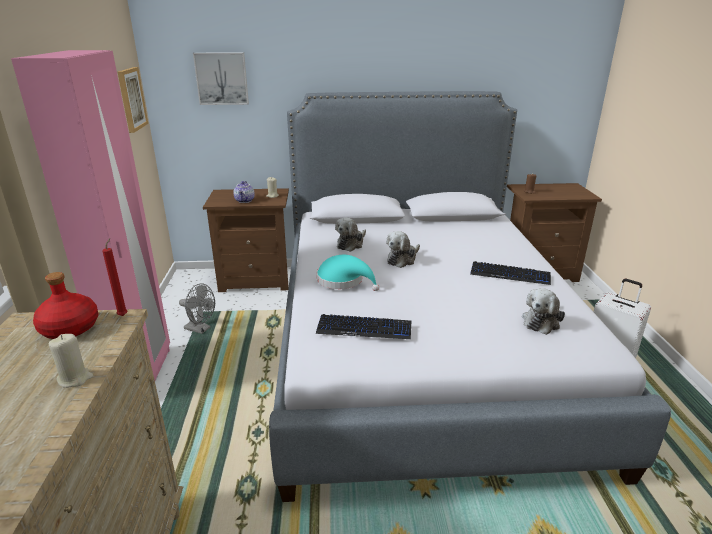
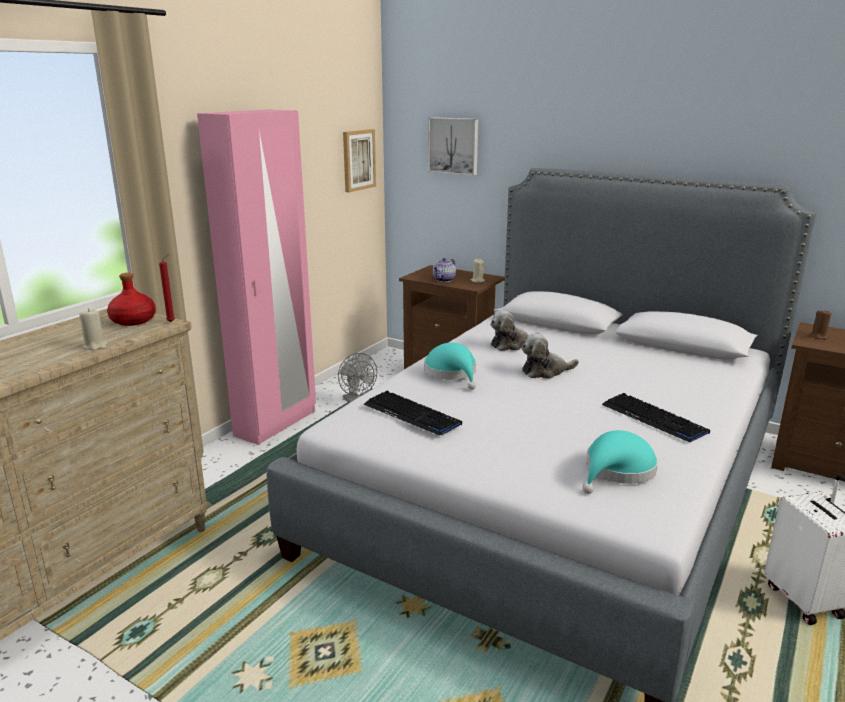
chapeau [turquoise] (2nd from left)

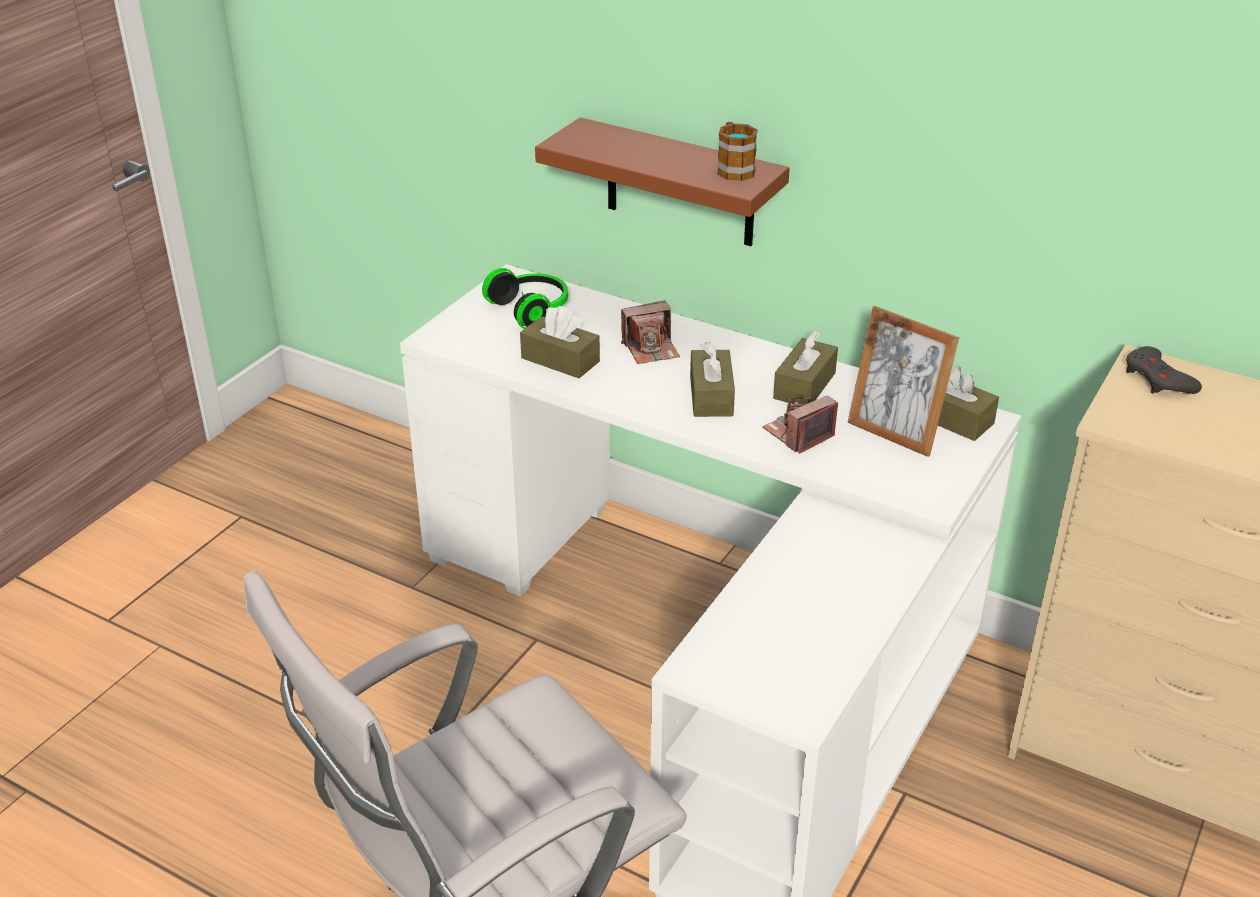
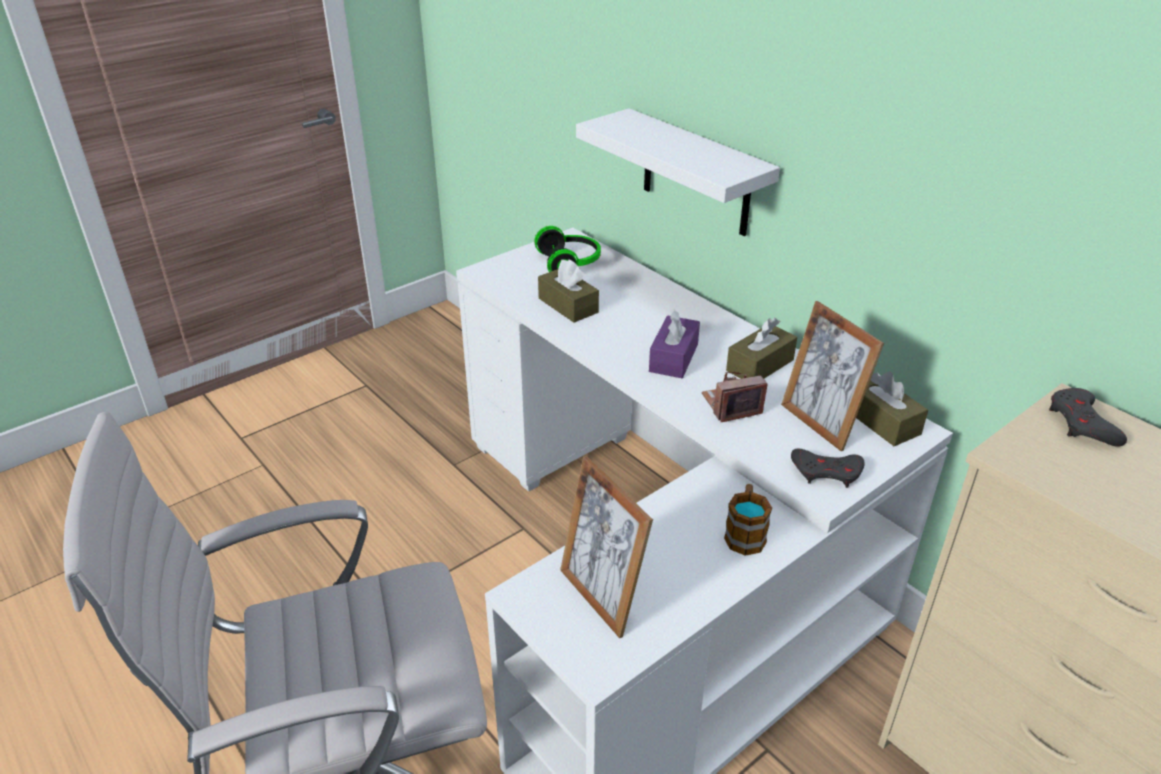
étagère [blanc]
mug
appareil photo (1st from left in the first image)
boîte à mouchoirs [violet]
manette [gris] (1st from left)
cadre photo (1st from left)

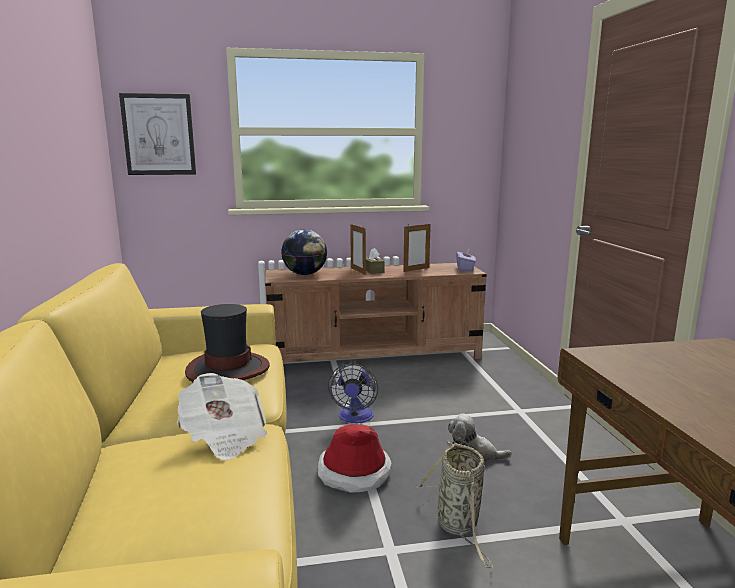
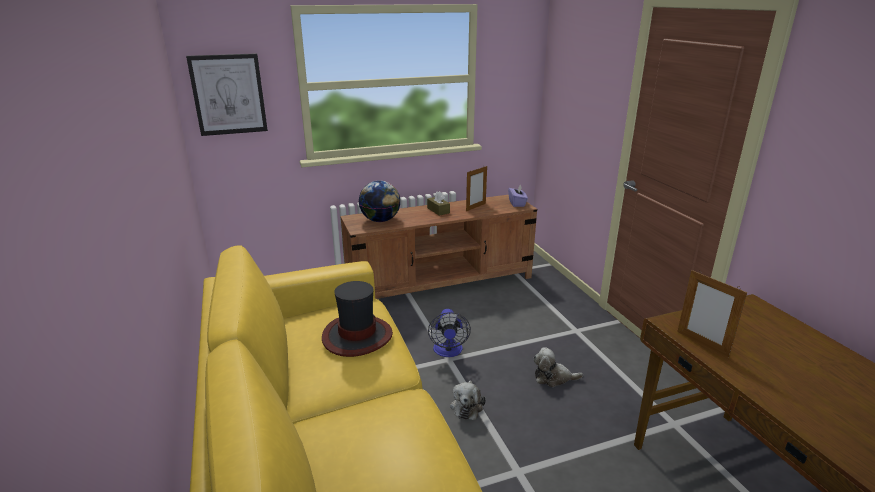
cadre photo (2nd from left)
journal
peluche (1st from left)
panier

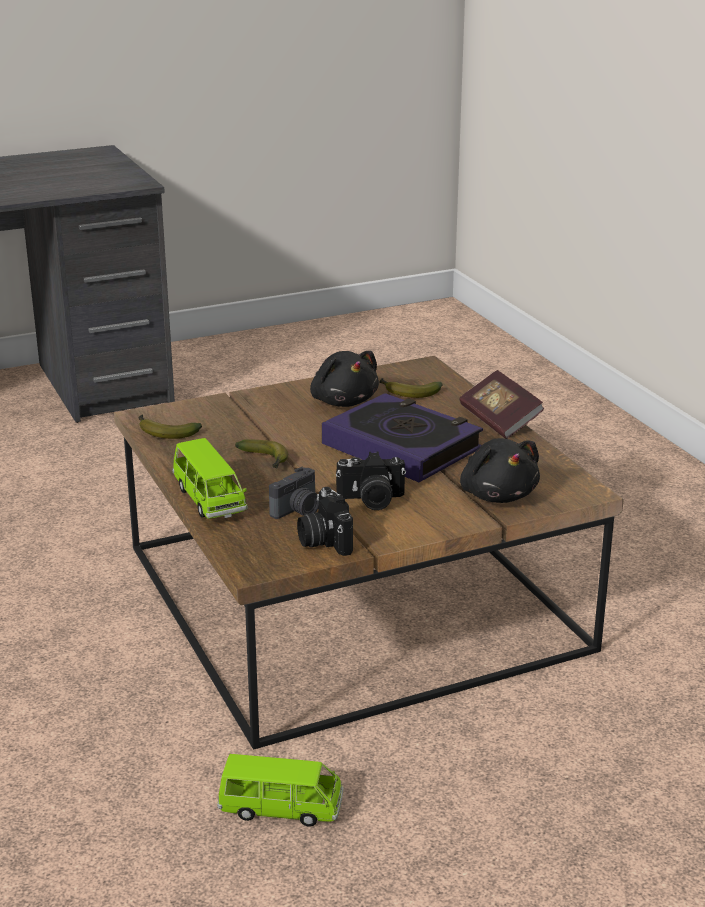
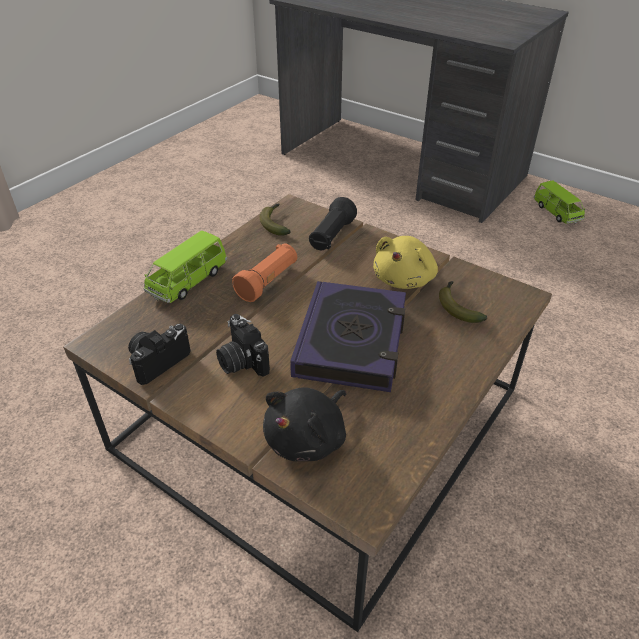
peluche [jaune]
livre (2nd from left in the first image)
lampe de poche [orange]
appareil photo (1st from left in the first image)
petite voiture [vert] (2nd from left)
lampe de poche [noir]

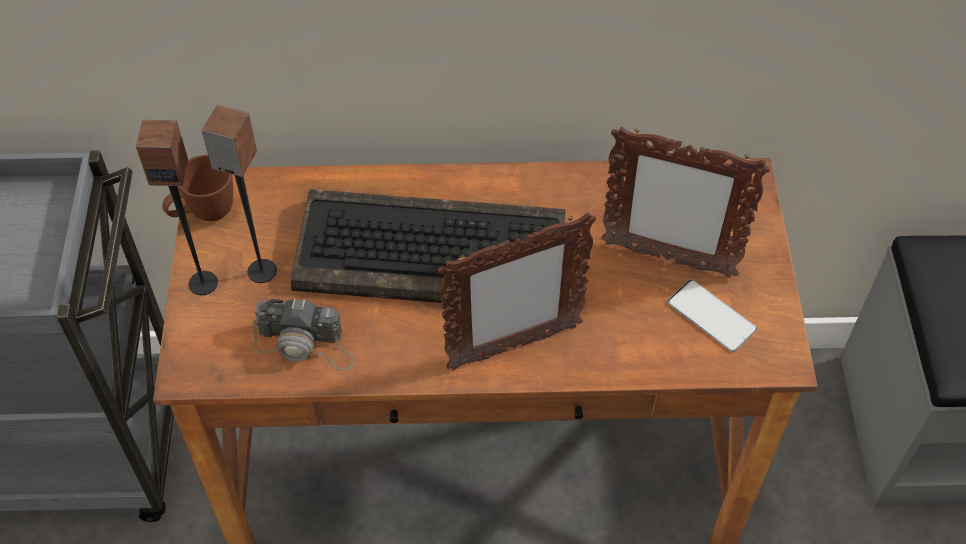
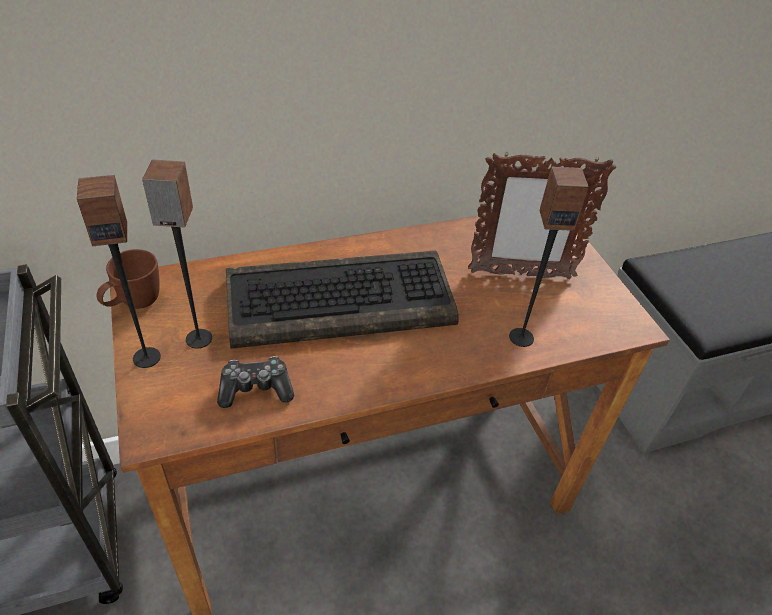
cadre photo (1st from left in the first image)
téléphone
manette
enceinte (3rd from left)

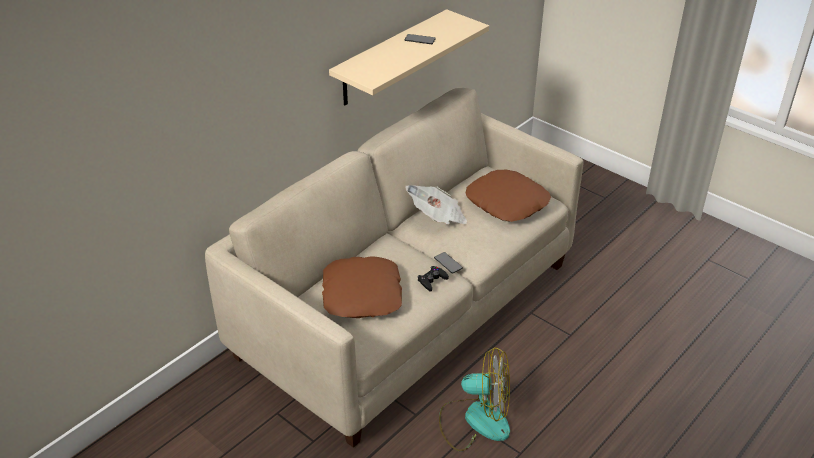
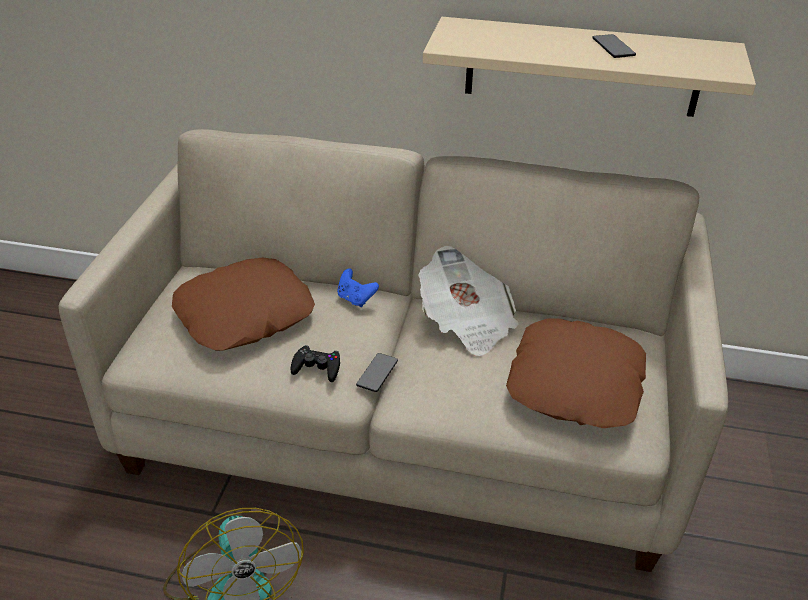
manette [bleu]

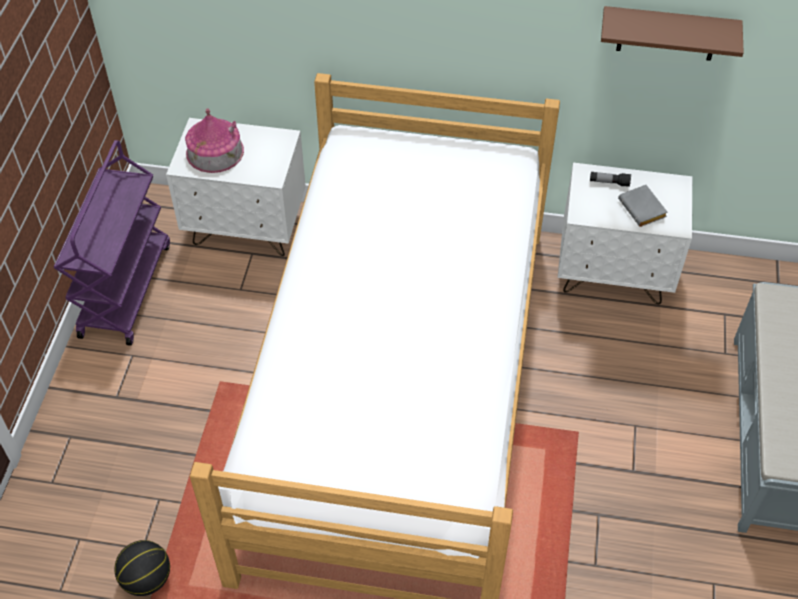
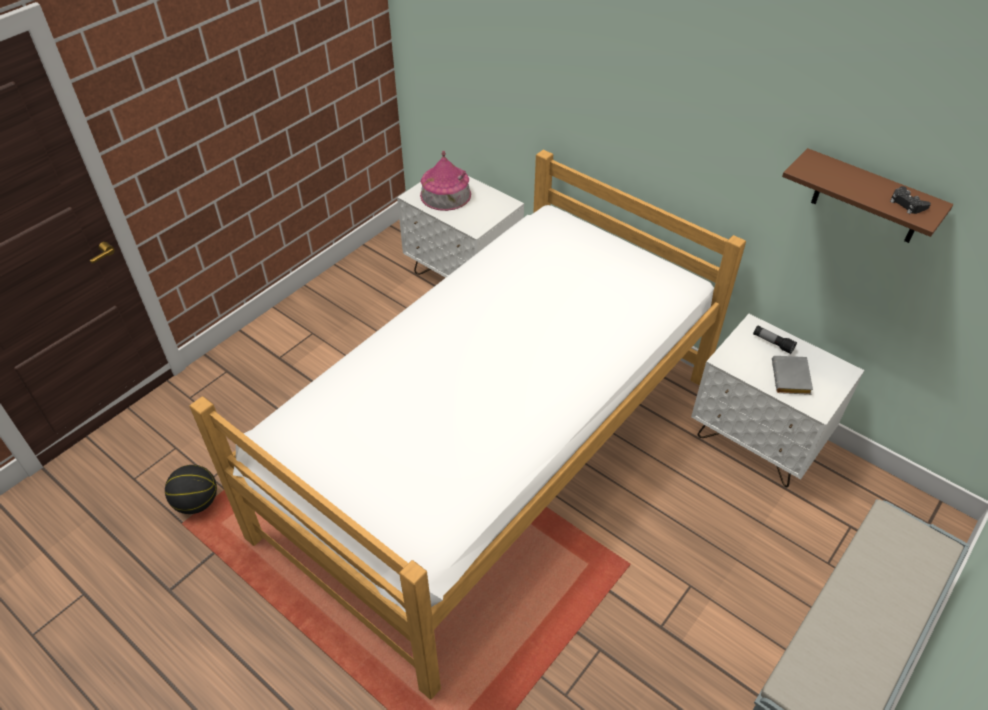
chariot [violet]
manette [noir]

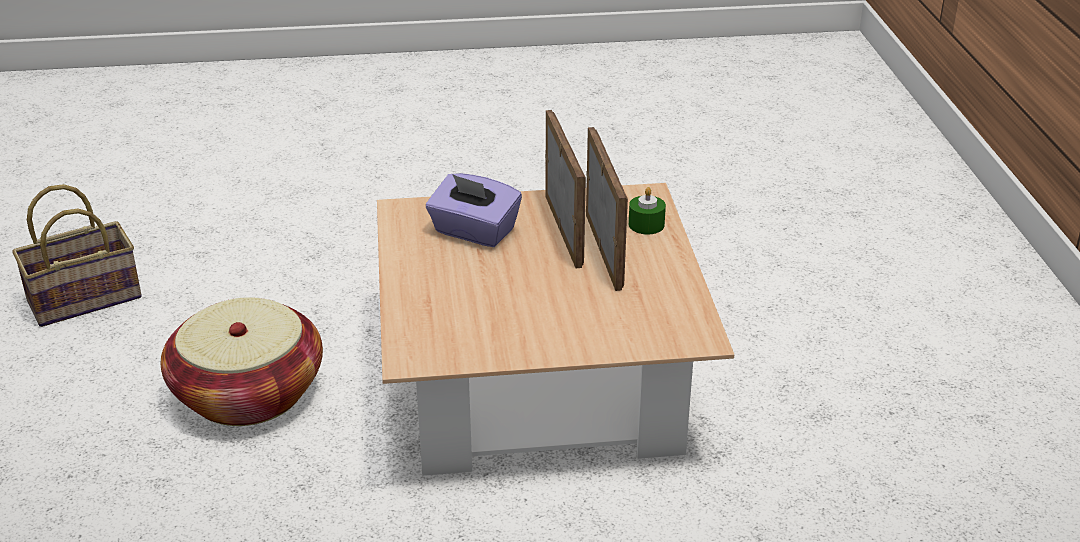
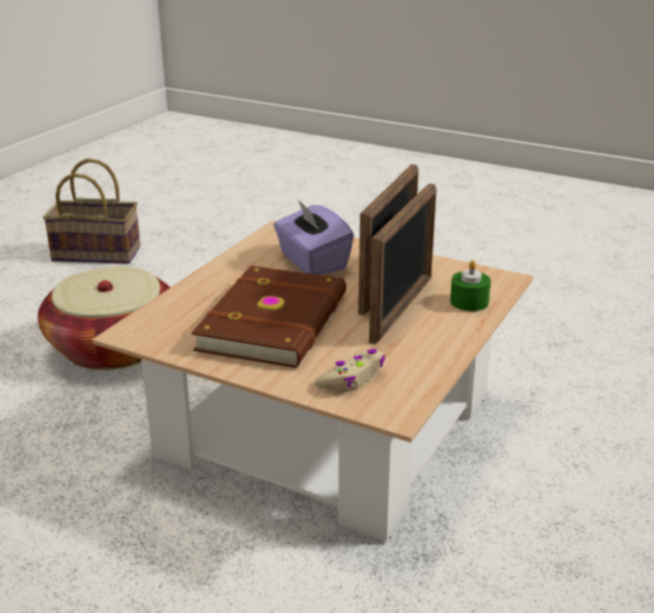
livre [marron]
manette [beige]

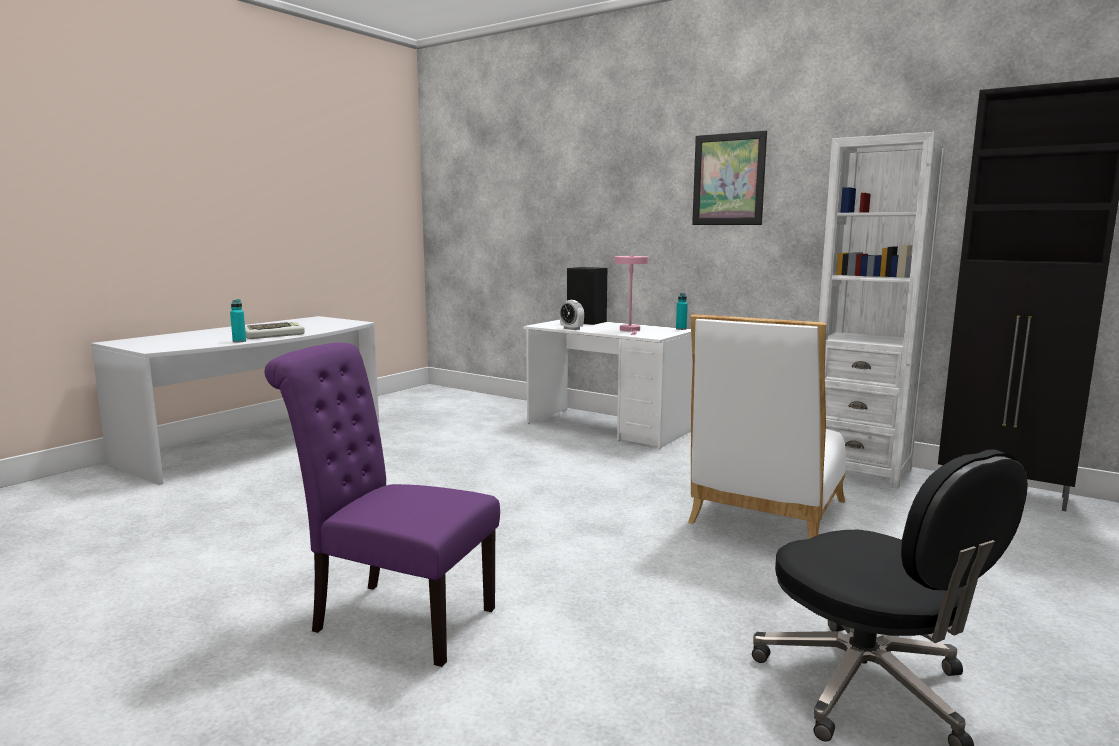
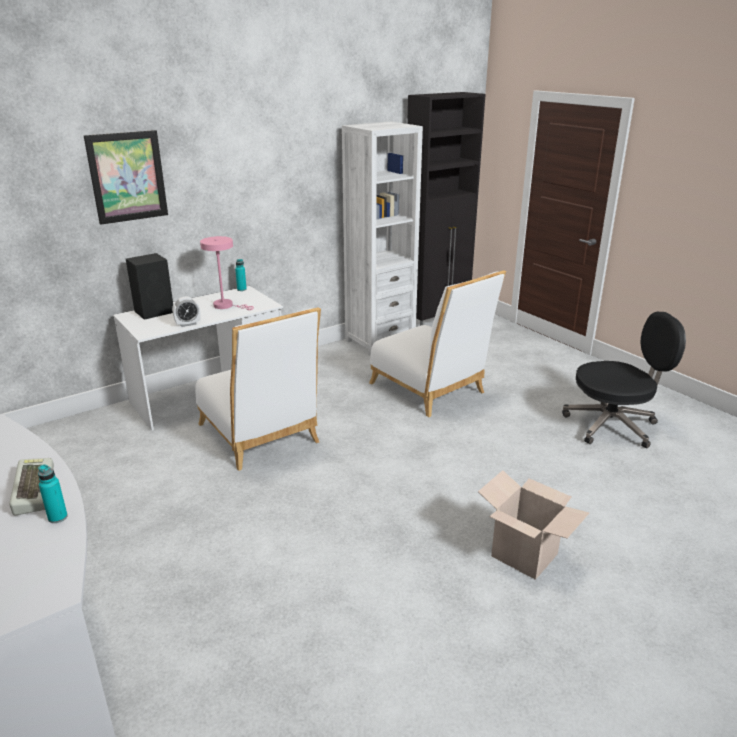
tableau
carton
chaise [blanc] (1st from left)

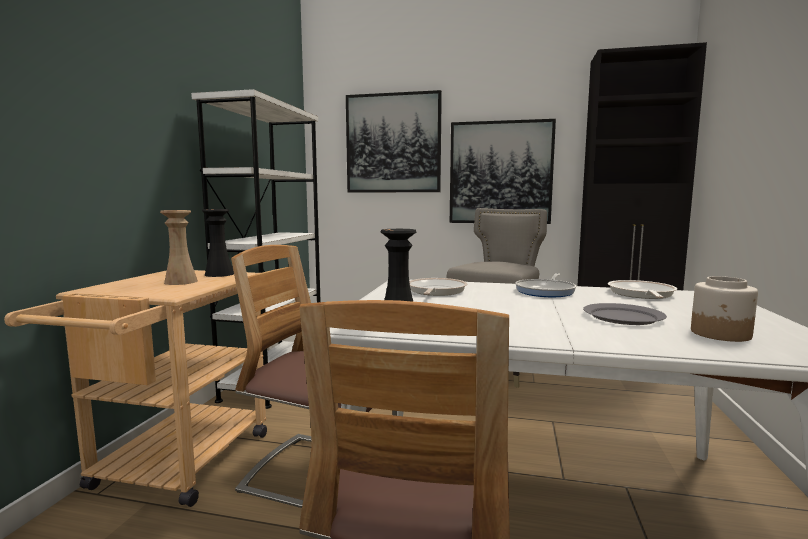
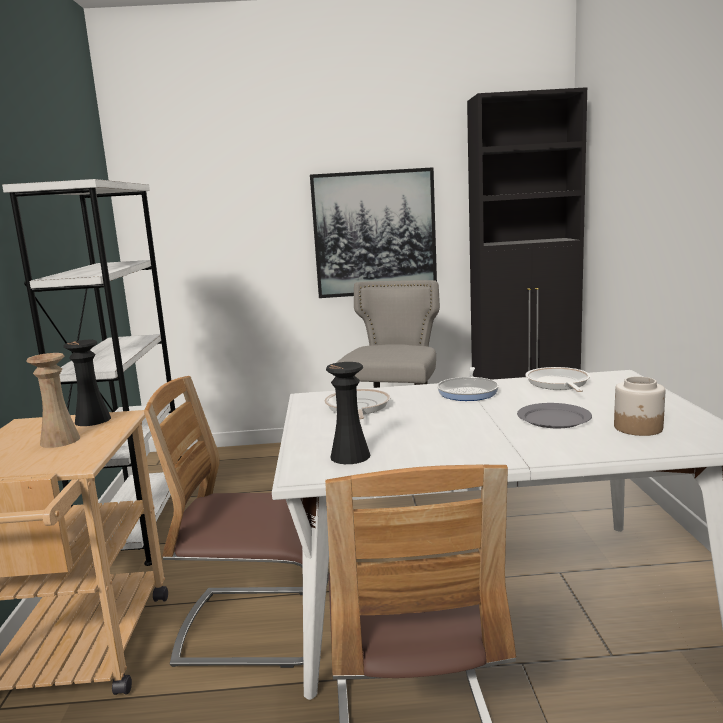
tableau (1st from left in the first image)

